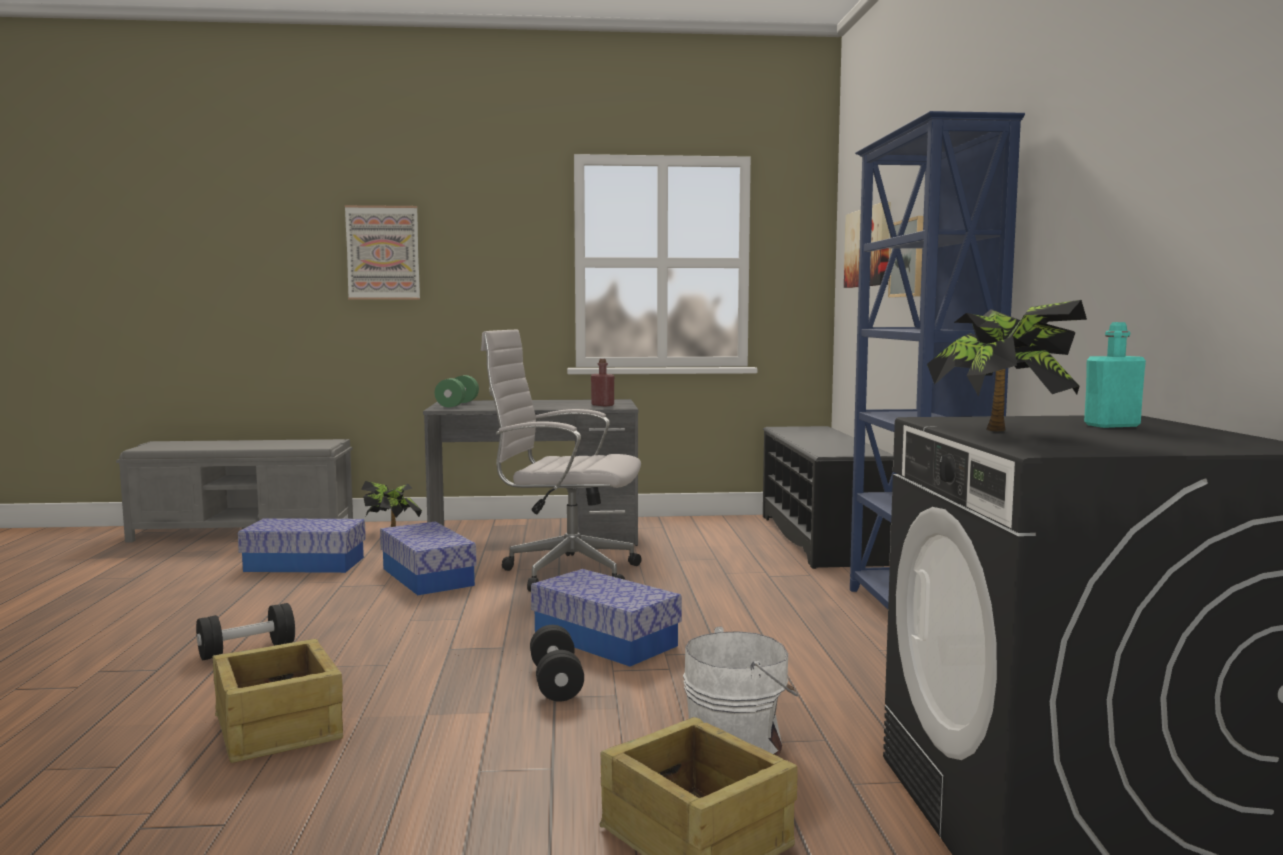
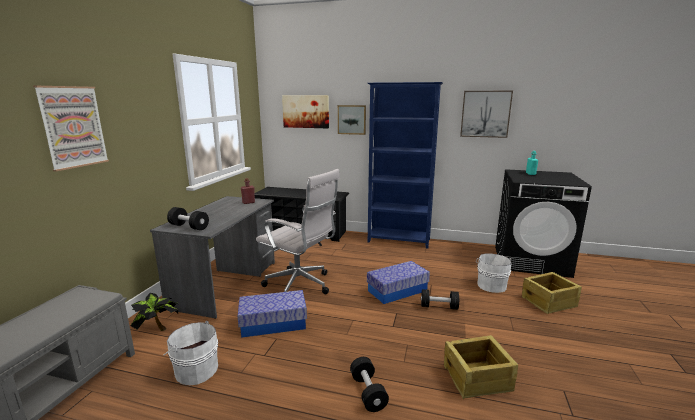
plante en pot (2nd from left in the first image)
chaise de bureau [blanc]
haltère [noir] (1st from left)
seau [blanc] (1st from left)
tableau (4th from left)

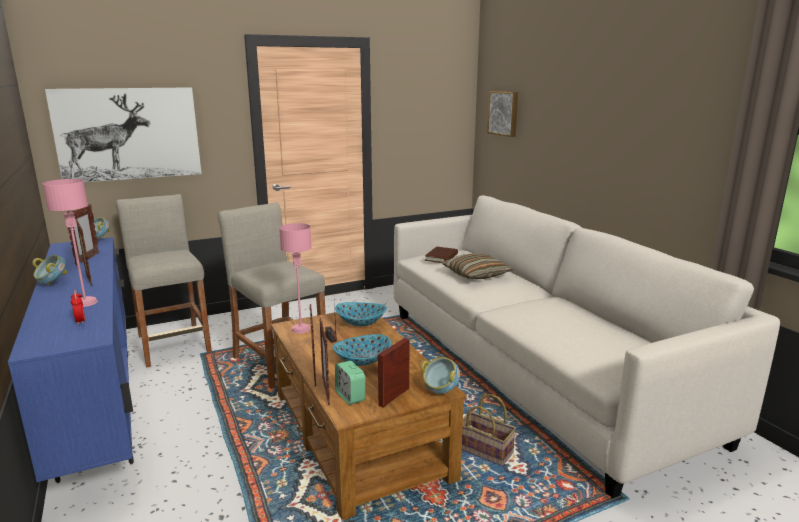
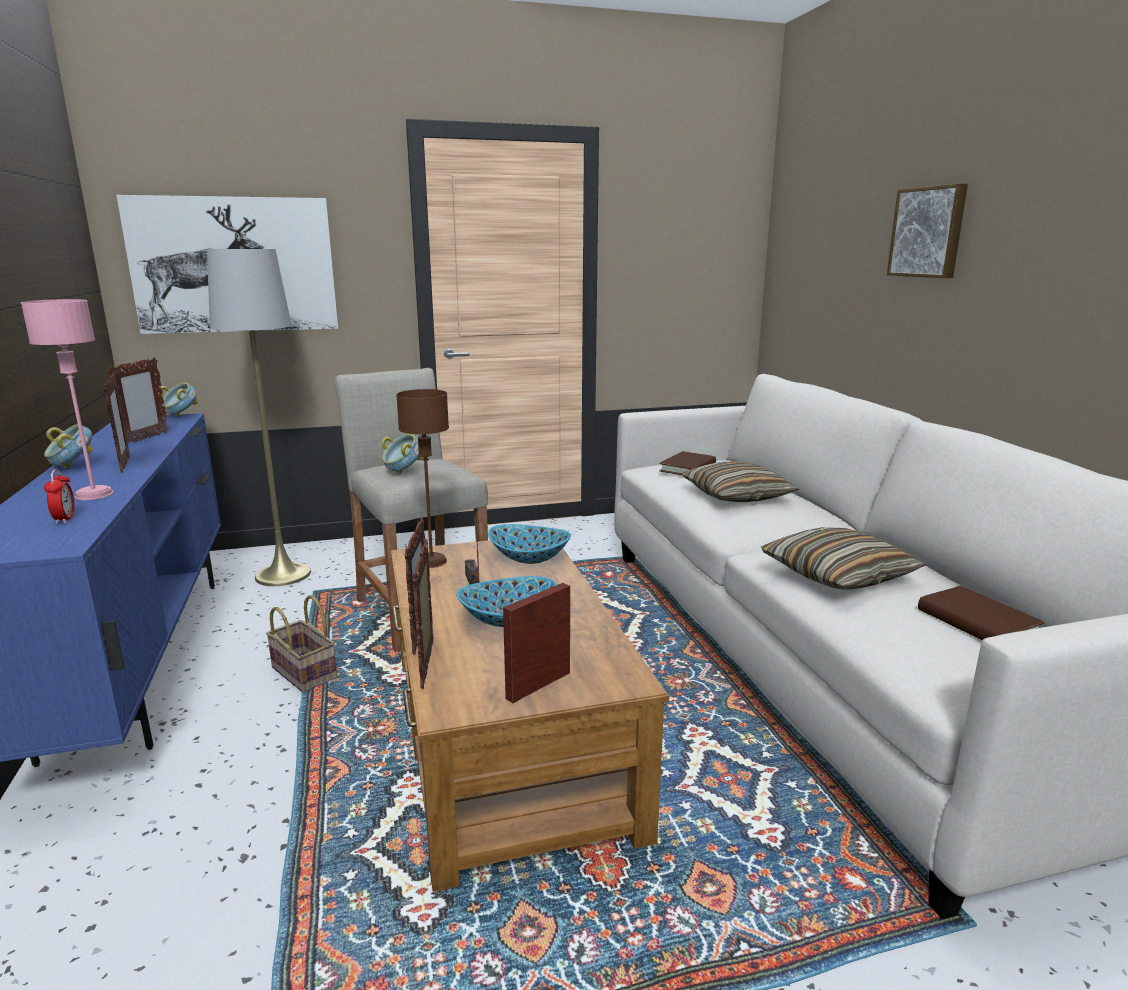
tableau (2nd from left)
lampadaire [gris]
lampe de table [marron]
bol (3rd from left)
réveil (2nd from left in the first image)
panier
coussin (2nd from left)
livre [marron] (2nd from left)

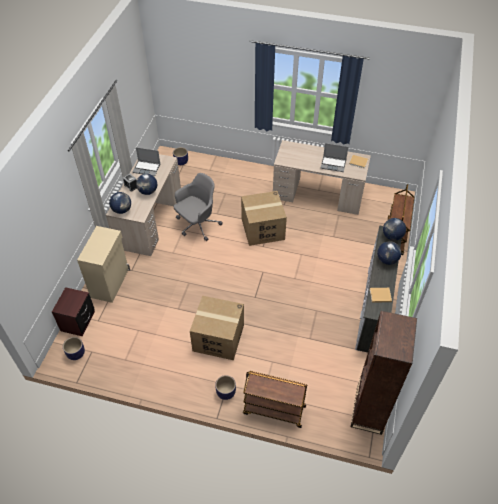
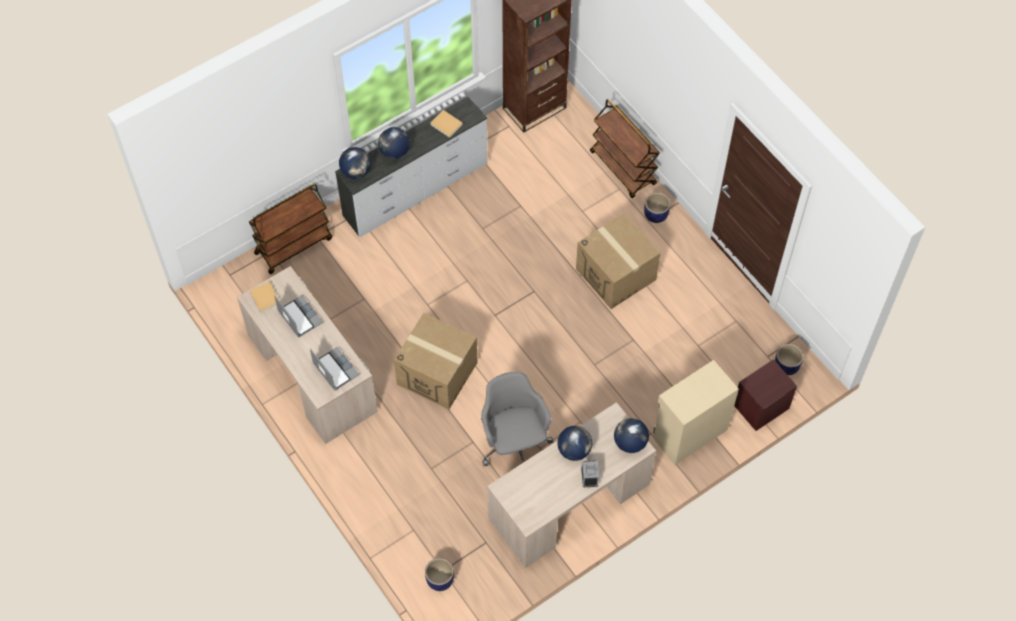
ordinateur portable (2nd from left)
chaise de bureau [gris]

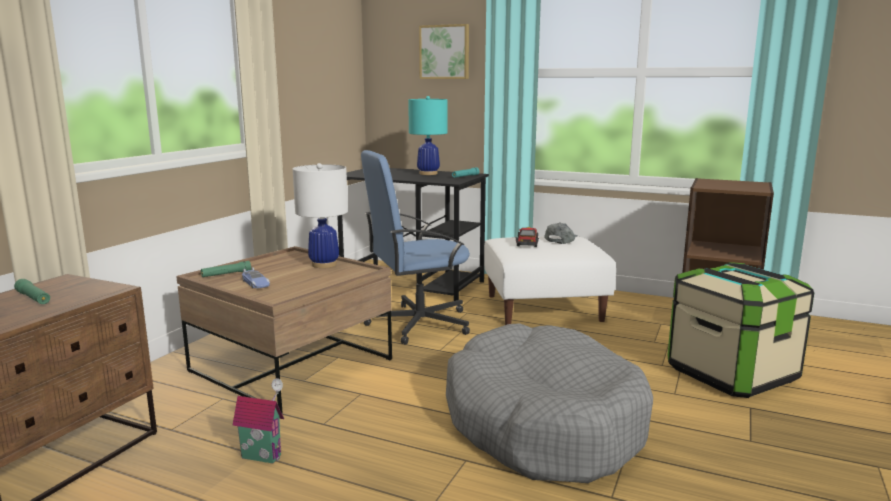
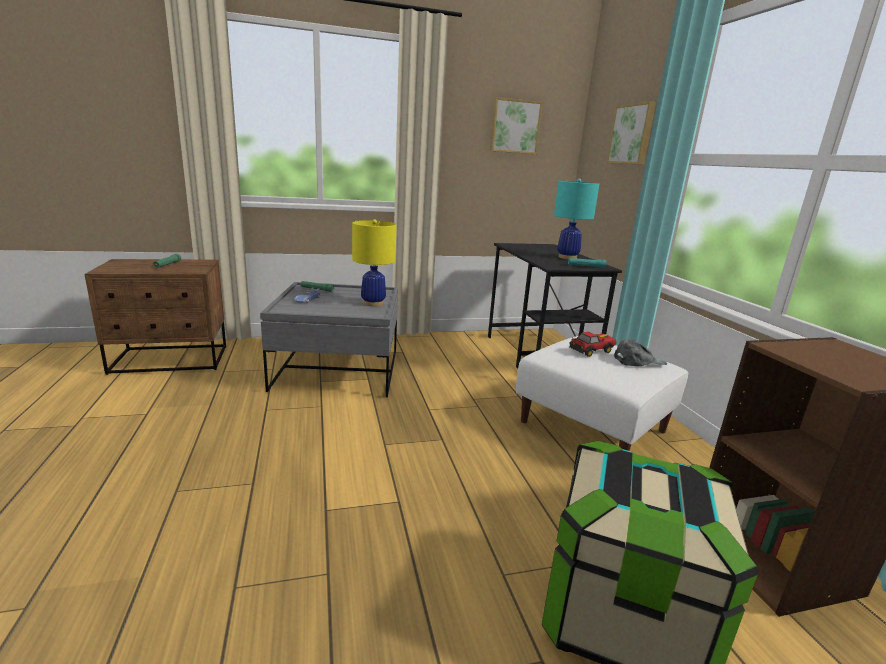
chaise de bureau [bleu]
lampe de table [jaune]
table basse [gris]
panier pour chien [gris]
maison miniature
tableau (1st from left)

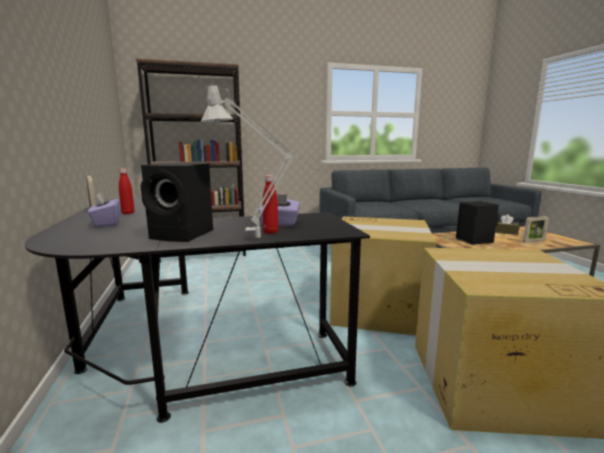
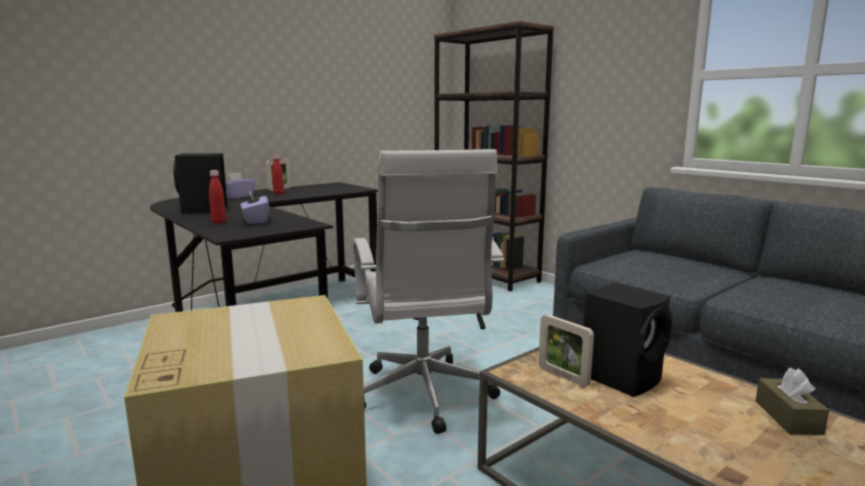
lampe de table [gris]
chaise de bureau [blanc]
cadre photo (2nd from left)

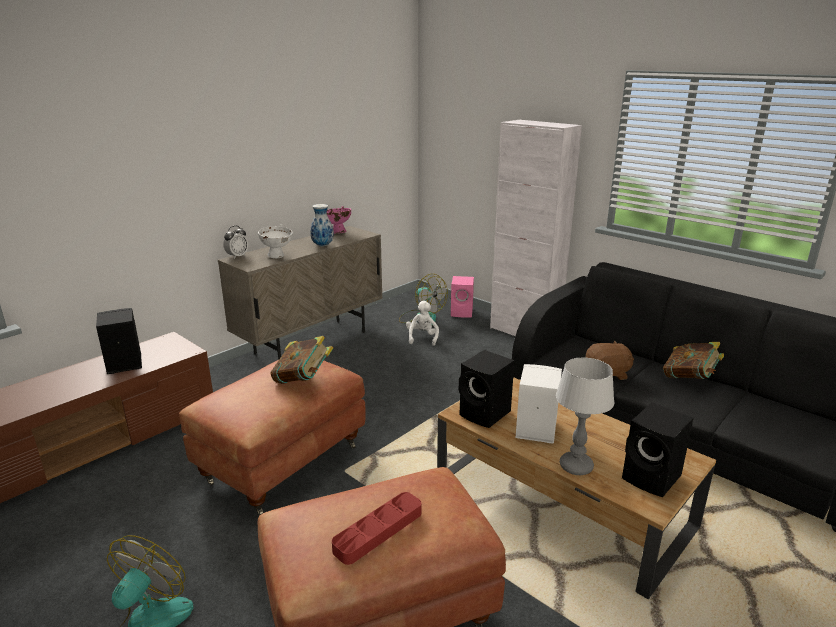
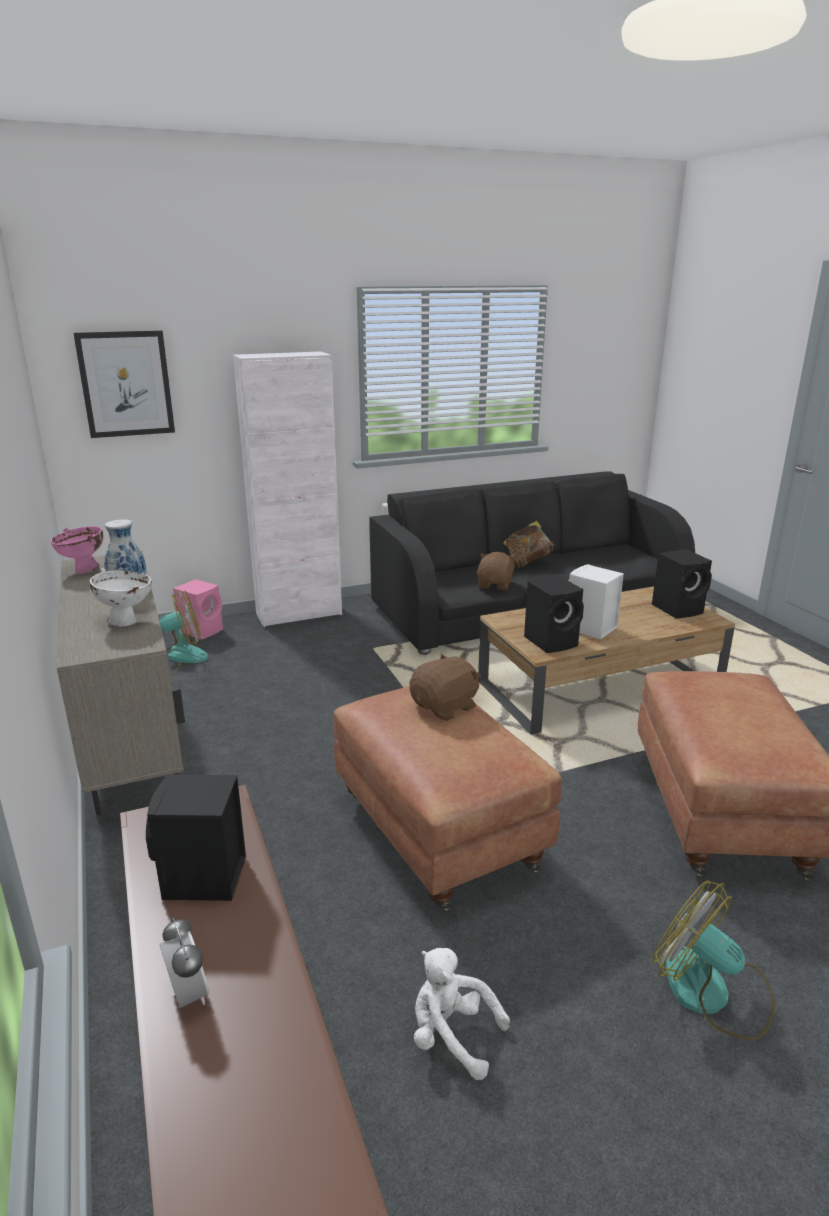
réveil
peluche [blanc]
peluche [marron] (1st from left)
lampe de table
plateau [rouge]
tableau

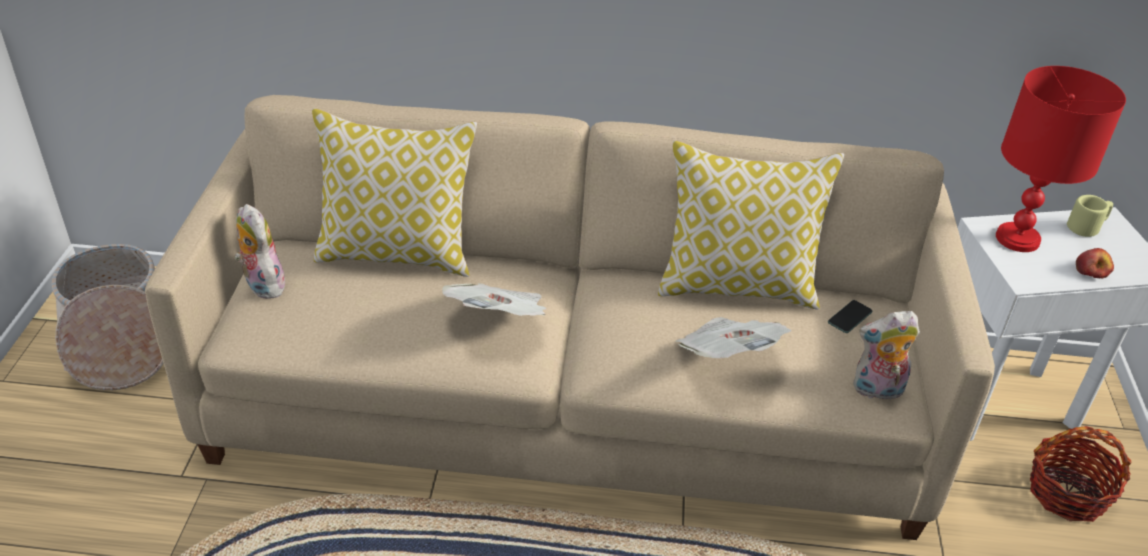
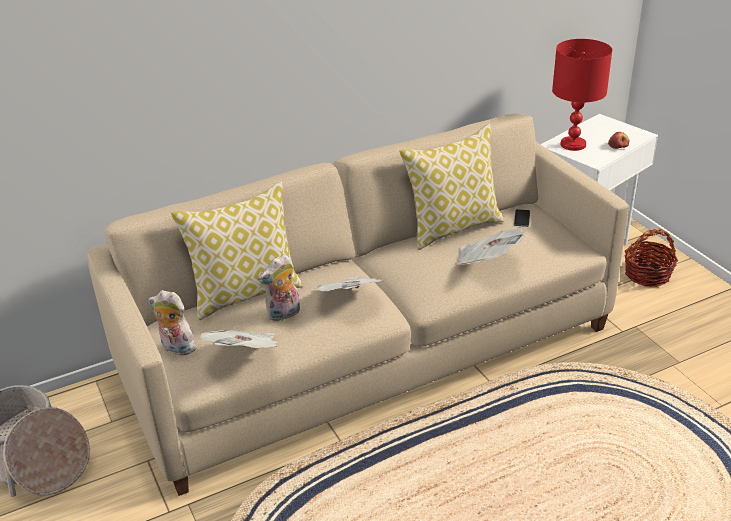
mug [beige]
peluche (2nd from left)
journal (1st from left)

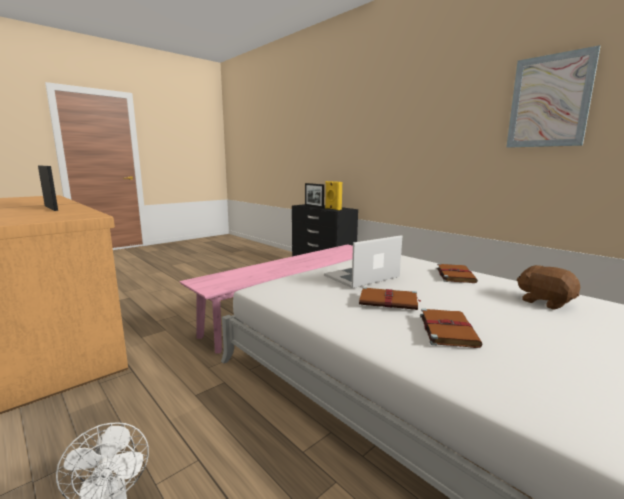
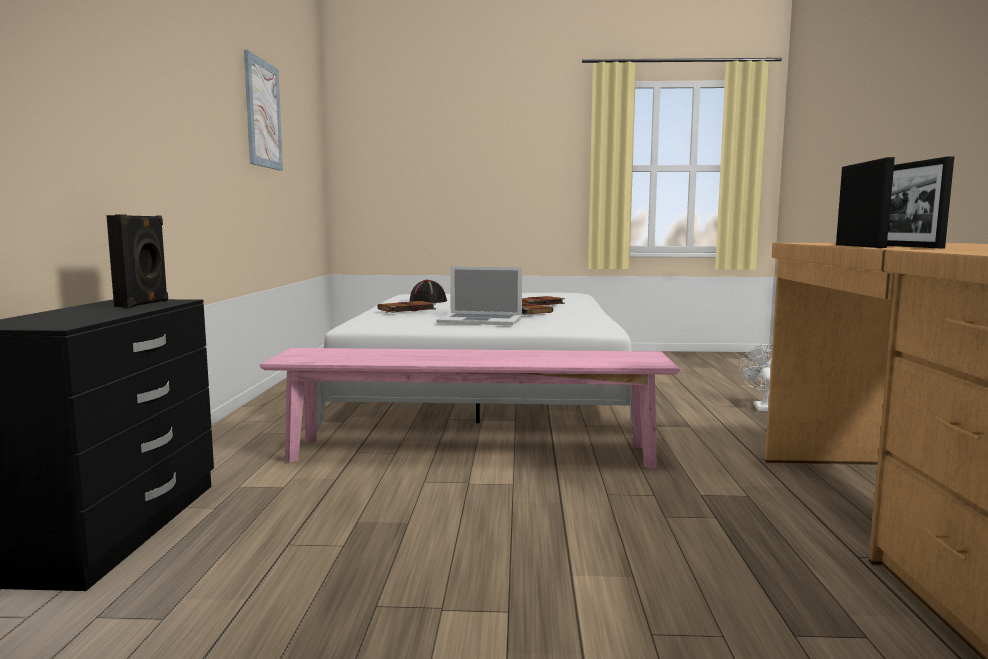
enceinte [noir]
cadre photo (1st from left)
chapeau [noir]

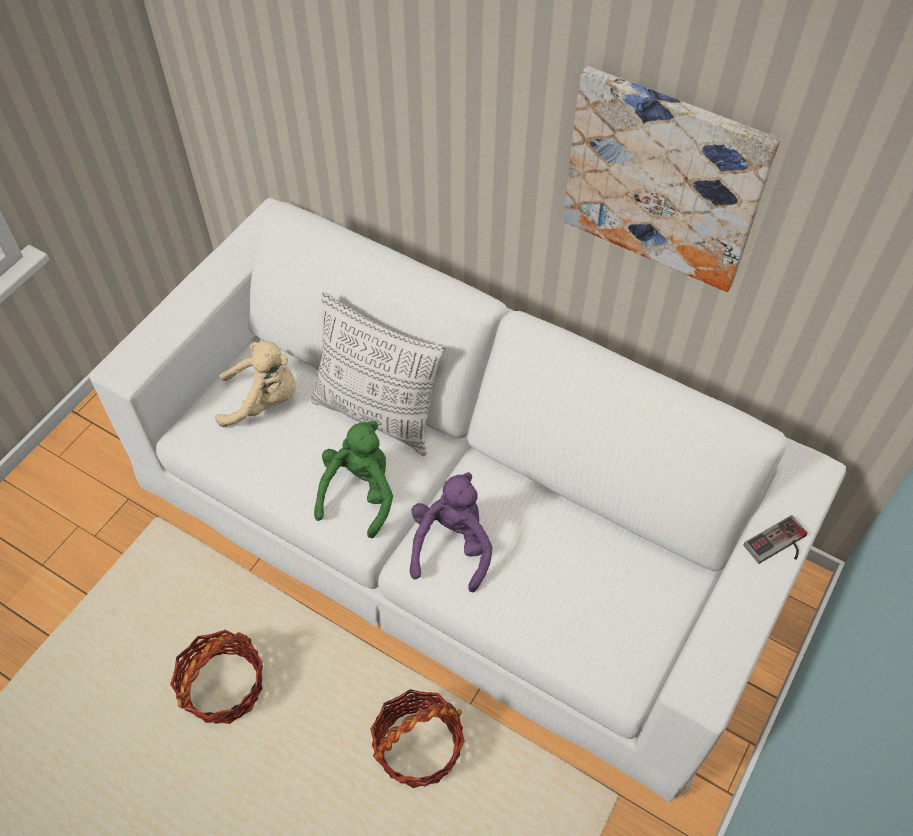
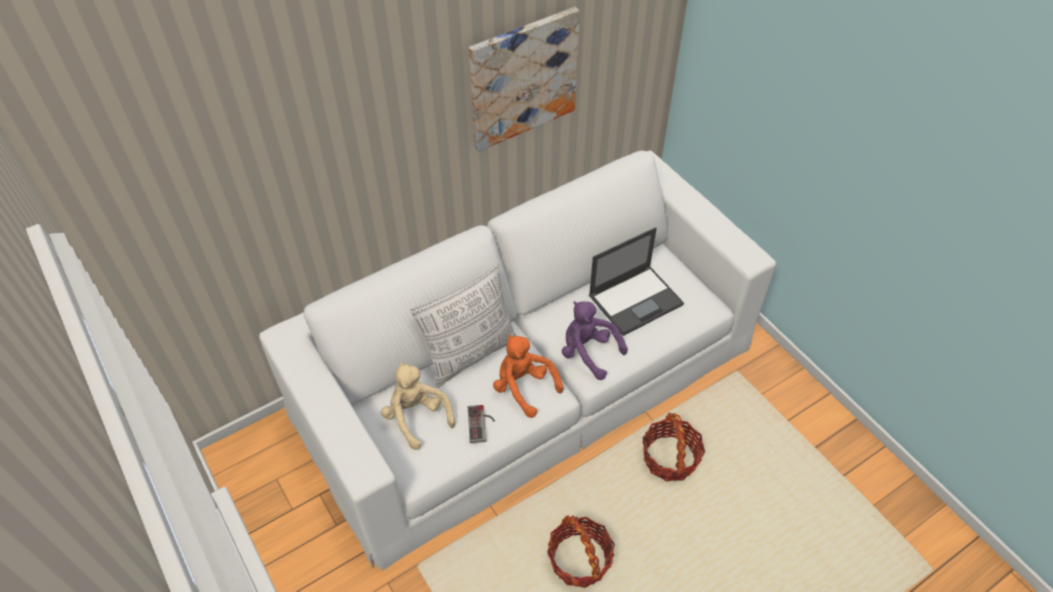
peluche [beige]
peluche [orange]
manette
ordinateur portable

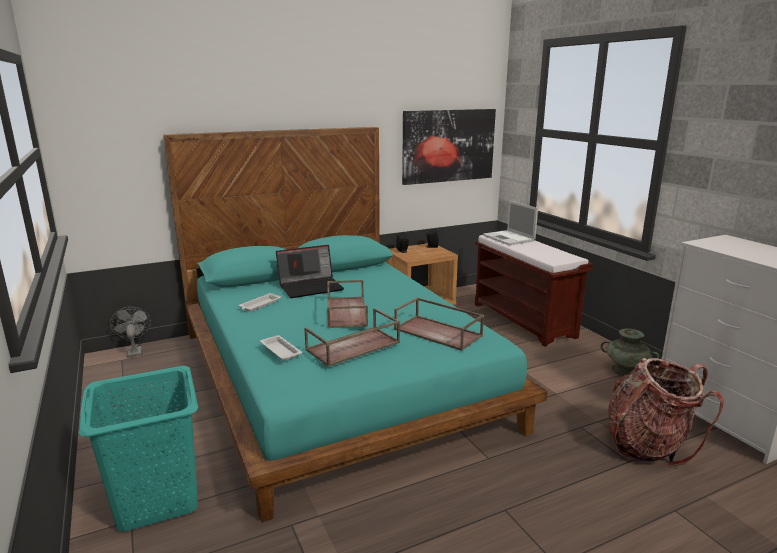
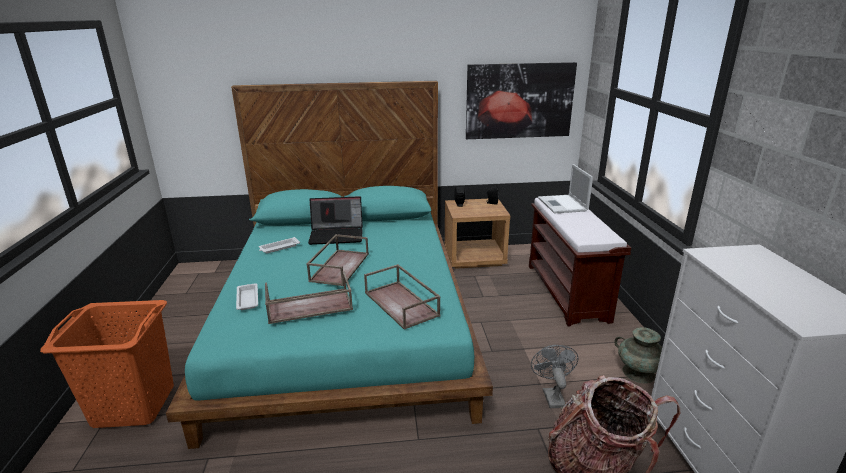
ventilateur [gris]
panier à linge [orange]

